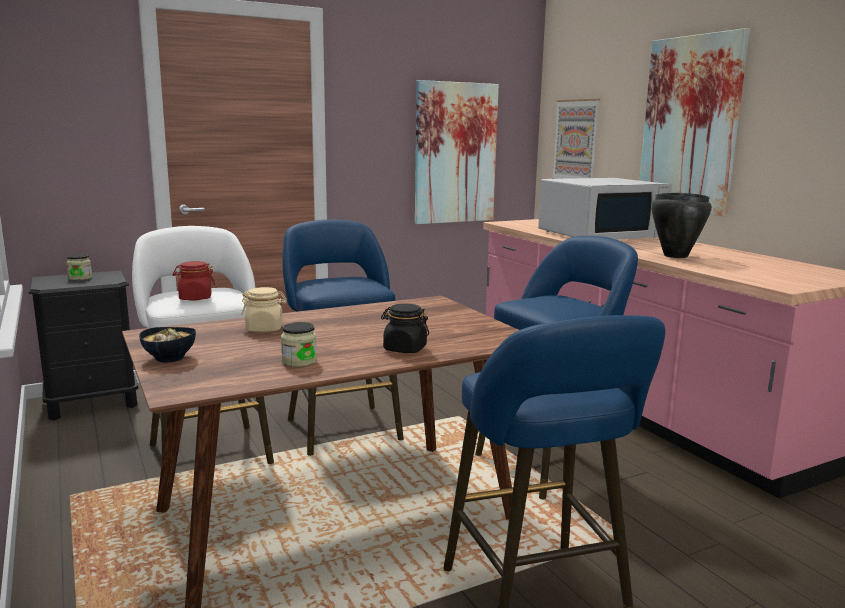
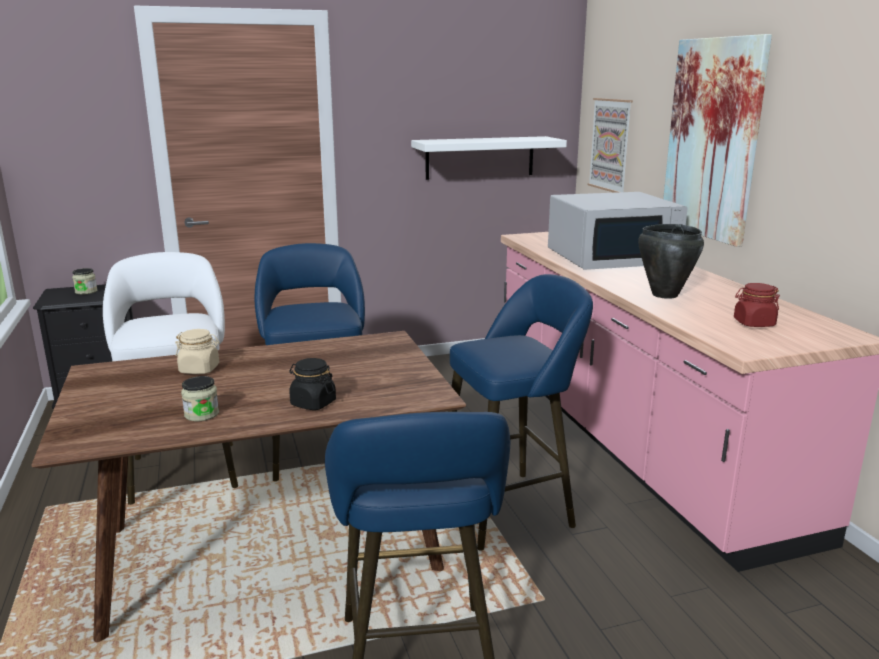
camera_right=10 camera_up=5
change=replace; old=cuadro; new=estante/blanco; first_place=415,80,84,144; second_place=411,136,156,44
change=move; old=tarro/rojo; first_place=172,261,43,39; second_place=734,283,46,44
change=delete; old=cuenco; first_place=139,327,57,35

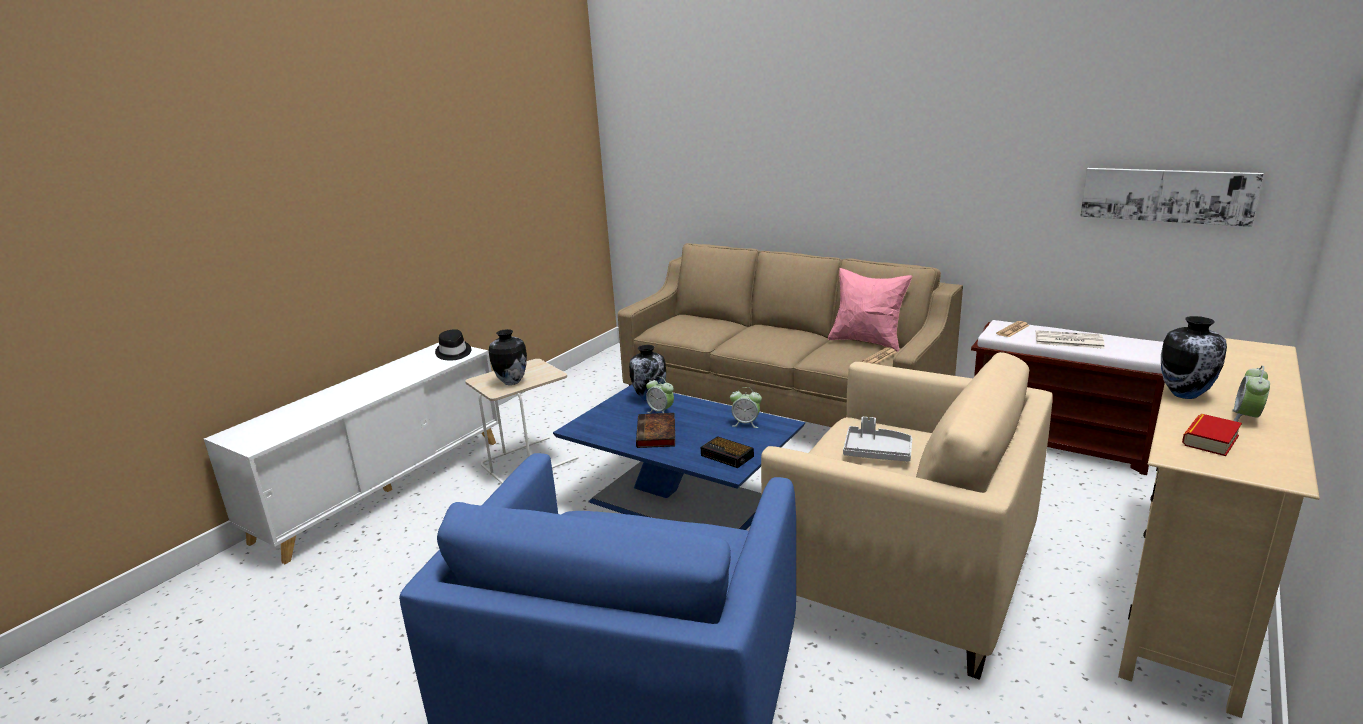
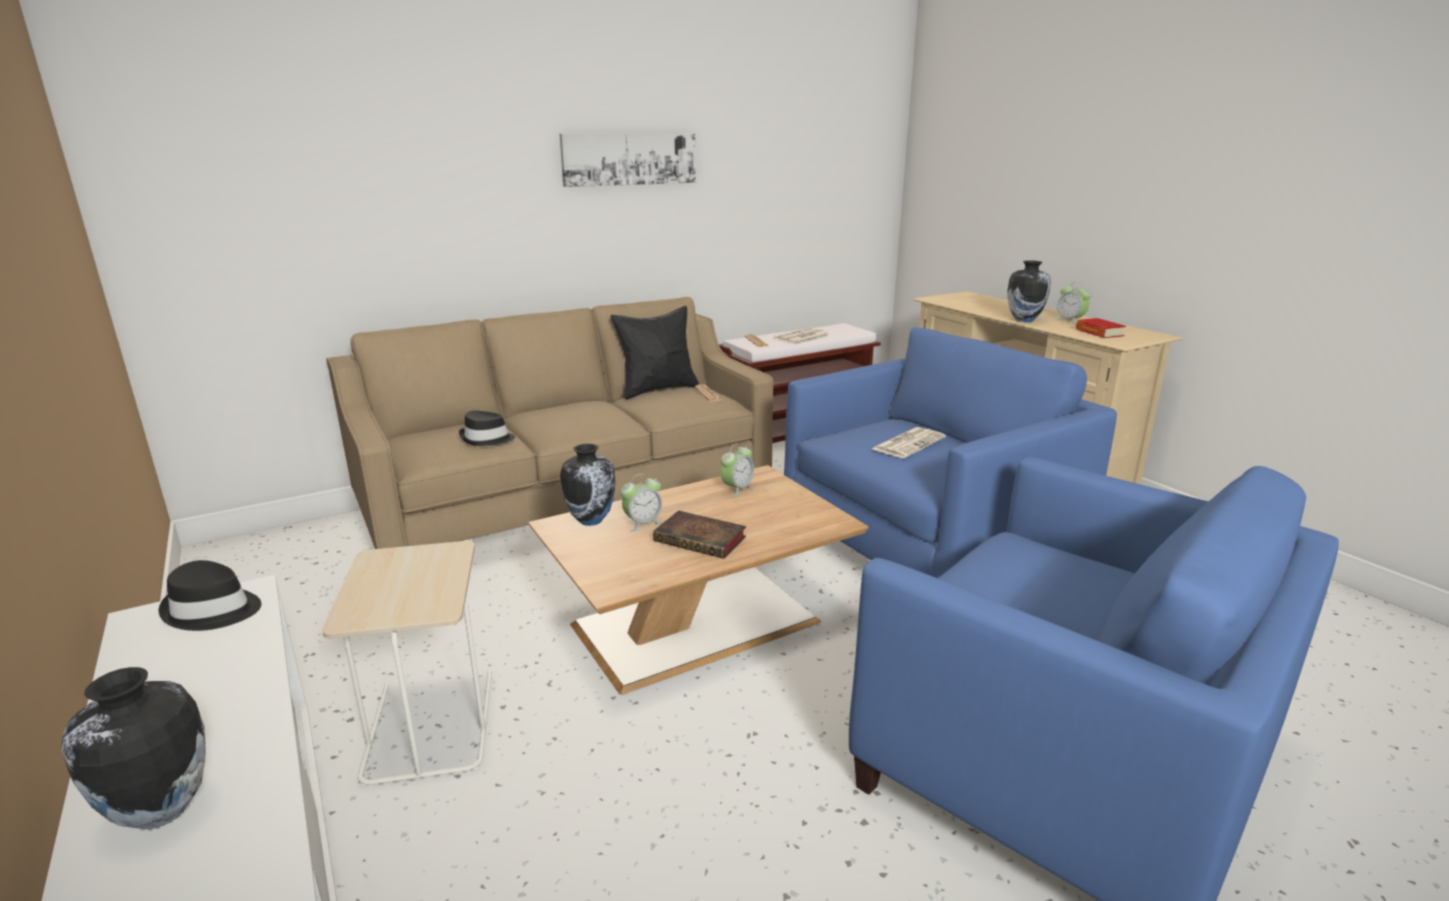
camera_right=-65 camera_up=0
change=move; old=florero; first_place=489,329,38,56; second_place=62,667,144,162
change=insert; new=sombrero/negro; second_place=459,411,56,35
change=recolor; old=mesa de centro/azul; new=mesa de centro/marrón; first_place=553,385,252,145; second_place=528,465,341,230
change=move; old=cuadro; first_place=1080,168,183,59; second_place=559,134,137,53
change=recolor; old=cojín/rosa; new=cojín/negro; first_place=828,268,84,84; second_place=610,306,89,94
change=recolor; old=sillón/beis; new=sillón/azul; first_place=761,352,292,328; second_place=784,327,333,251
change=replace; old=bandeja/gris; new=periódico; first_place=843,417,69,45; second_place=872,427,74,31
change=delete; old=despertador; first_place=701,436,53,32

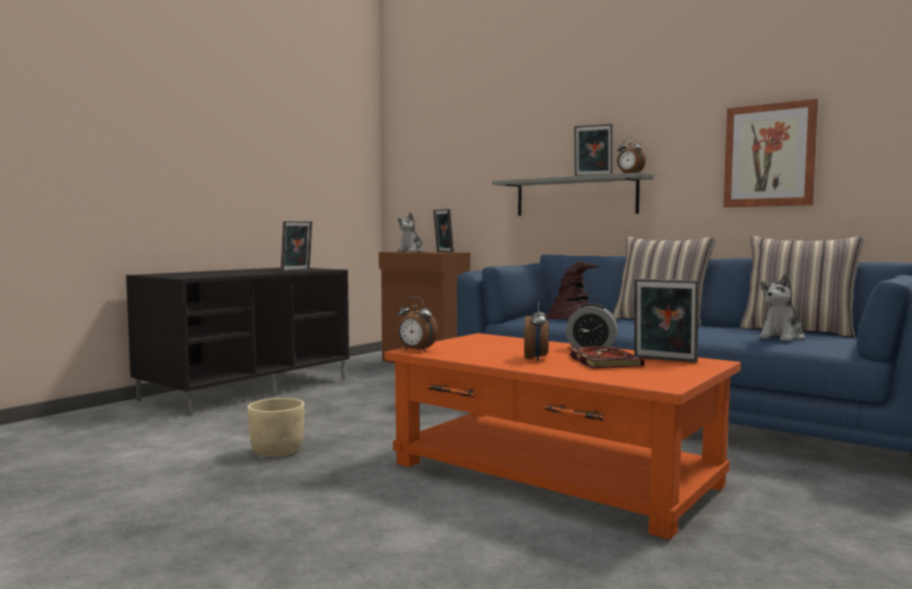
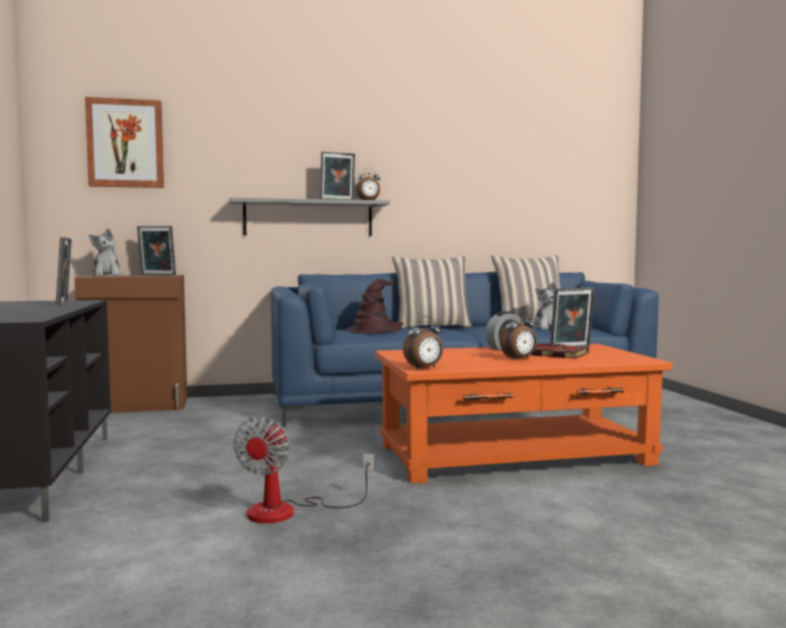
camera_right=-50 camera_up=0
change=move; old=cuadro; first_place=724,99,94,108; second_place=85,97,79,91
change=replace; old=maceta/beis; new=ventilador; first_place=247,398,57,59; second_place=233,416,141,107
change=rotate; old=despertador; first_place=524,301,25,60; second_place=500,311,37,49; degrees=105

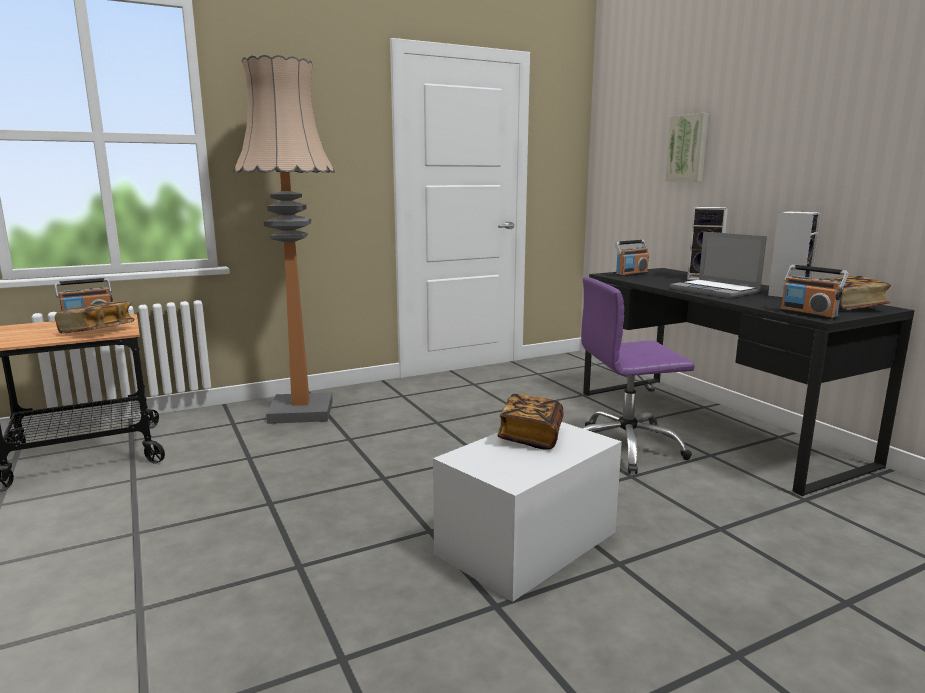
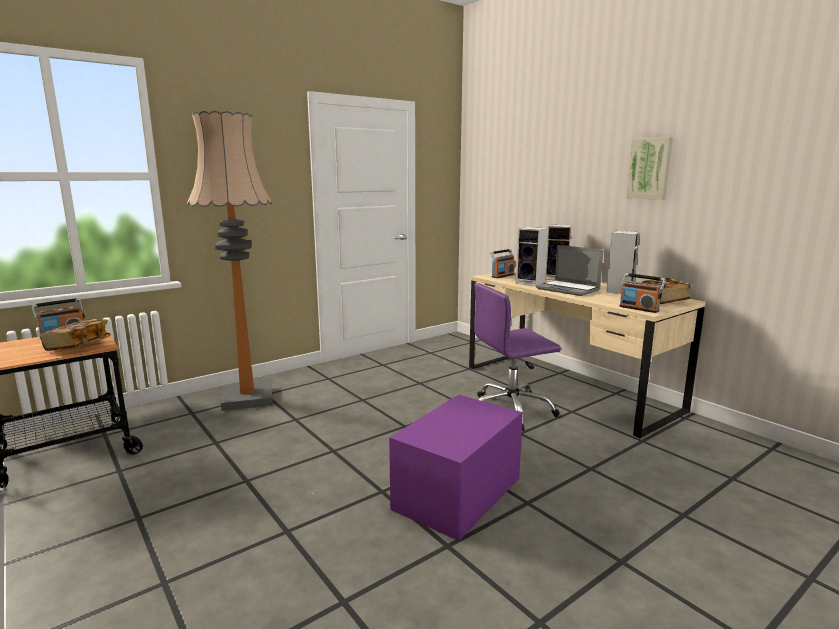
camera_right=-10 camera_up=0
change=recolor; old=caja de almacenaje/blanco; new=caja de almacenaje/morado; first_place=433,422,189,180; second_place=389,394,134,147
change=recolor; old=escritorio/negro; new=escritorio/beis; first_place=583,268,332,228; second_place=469,270,237,169
change=insert; new=altavoz; second_place=515,227,33,59
change=move; old=cuadro; first_place=665,113,43,69; second_place=626,137,47,63
change=delete; old=libro; first_place=497,394,67,56

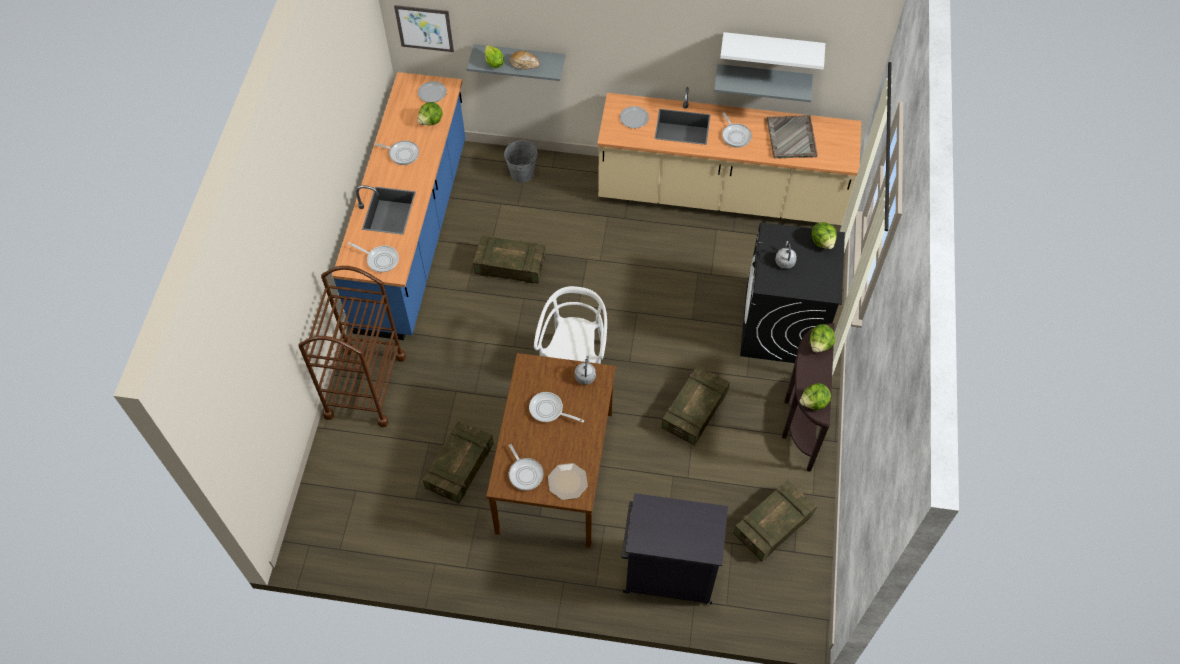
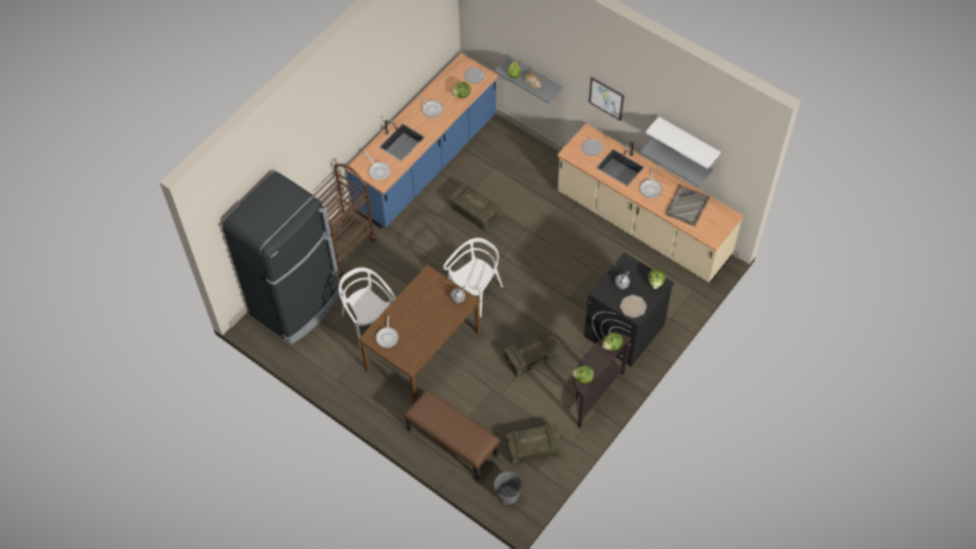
camera_right=30 camera_up=0
change=insert; new=nevera/negro; second_place=223,172,117,172
change=replace; old=caja de embalaje; new=silla/blanco; first_place=423,420,70,84; second_place=339,267,57,80
change=replace; old=armario/negro; new=banco/marrón; first_place=622,493,106,112; second_place=404,389,96,91
change=move; old=cubo/gris; first_place=504,140,34,43; second_place=494,472,28,33
change=move; old=cuadro; first_place=394,5,60,47; second_place=588,77,36,44
change=move; old=plato; first_place=548,463,40,37; second_place=620,295,27,23
change=delete; old=sartén; first_place=529,392,55,31

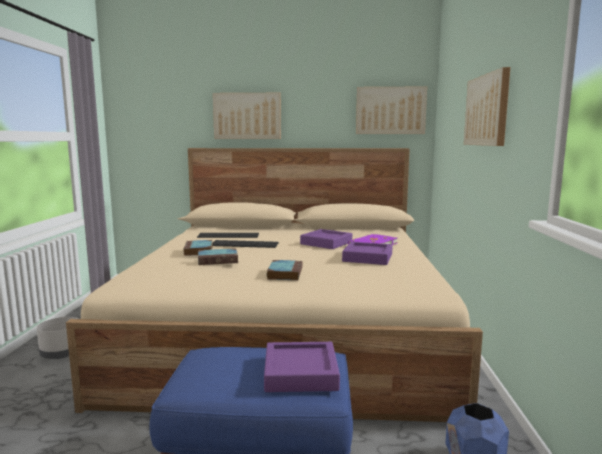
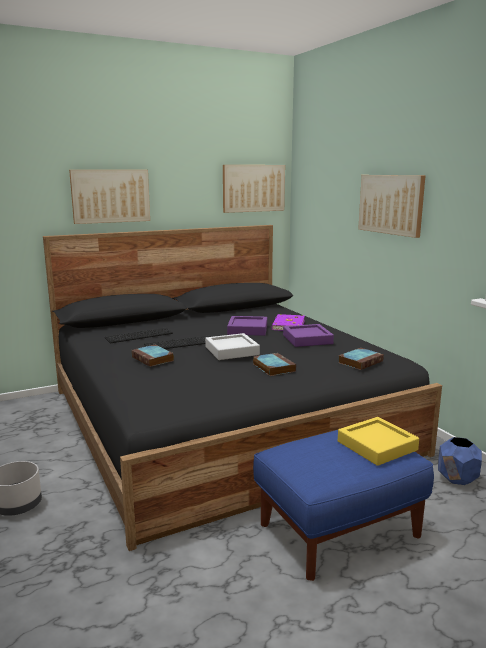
camera_right=-30 camera_up=5
change=recolor; old=cama/beis; new=cama/negro; first_place=66,148,417,274; second_place=43,225,399,326
change=insert; new=bandeja/gris; second_place=205,333,55,27
change=recolor; old=bandeja/morado; new=bandeja/amarillo; first_place=264,342,76,50; second_place=338,417,81,49
change=move; old=libro; first_place=198,248,40,17; second_place=339,348,45,22

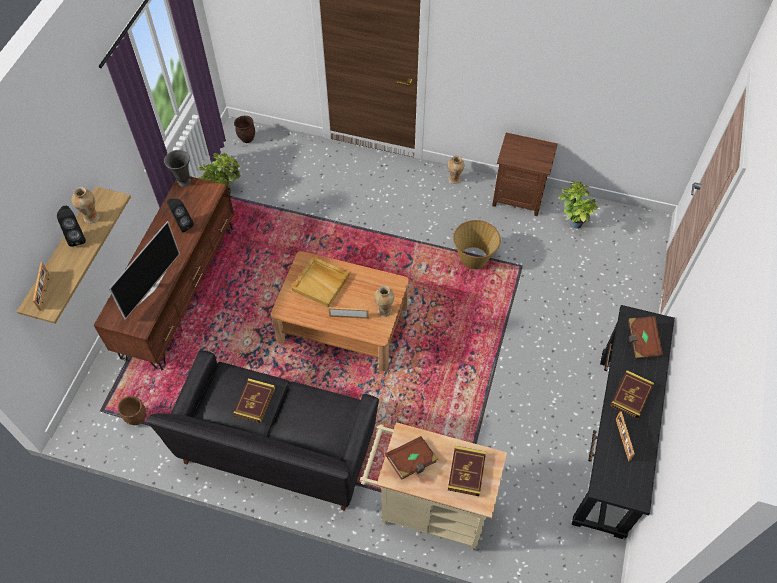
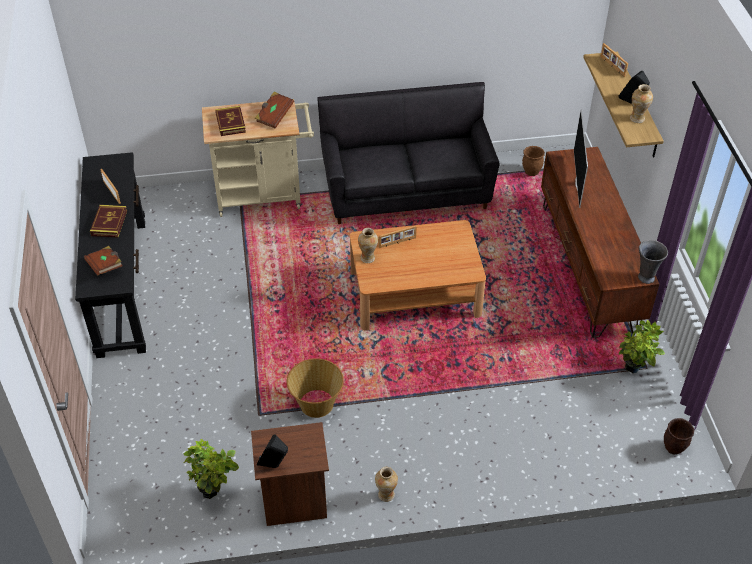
camera_right=155 camera_up=-10
change=move; old=altavoz/negro; first_place=167,199,27,33; second_place=257,434,31,34
change=delete; old=libro; first_place=233,378,42,45
change=delete; old=bandeja/beis; first_place=291,257,59,50

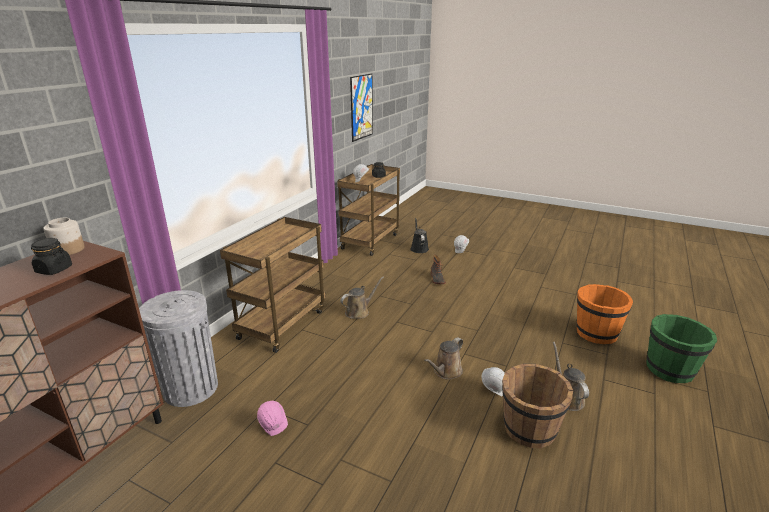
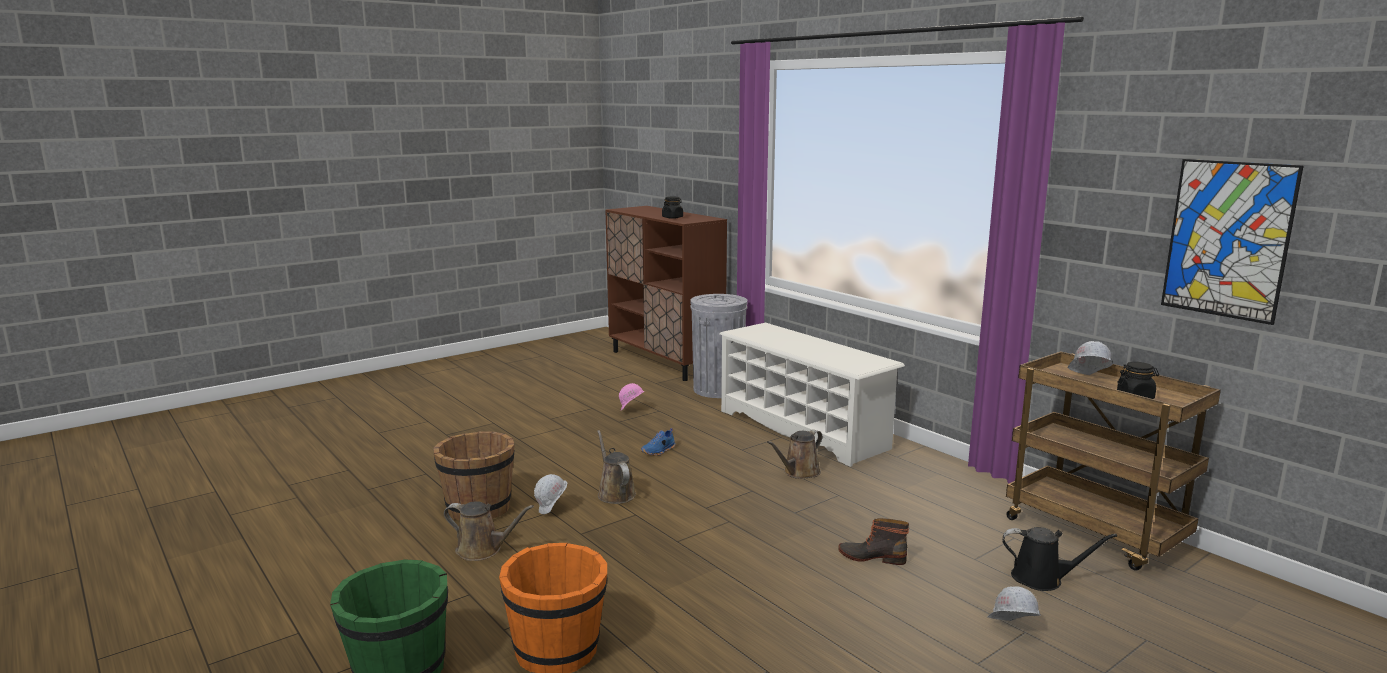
camera_right=115 camera_up=-10
change=insert; new=zapato/azul; second_place=641,428,34,28
change=replace; old=carrito/marrón; new=zapatero/blanco; first_place=220,217,106,136; second_place=719,323,186,144
change=rotate; old=regadera/marrón; first_place=341,276,43,43; second_place=767,430,55,49; degrees=60
change=delete; old=tarro; first_place=43,218,42,37

